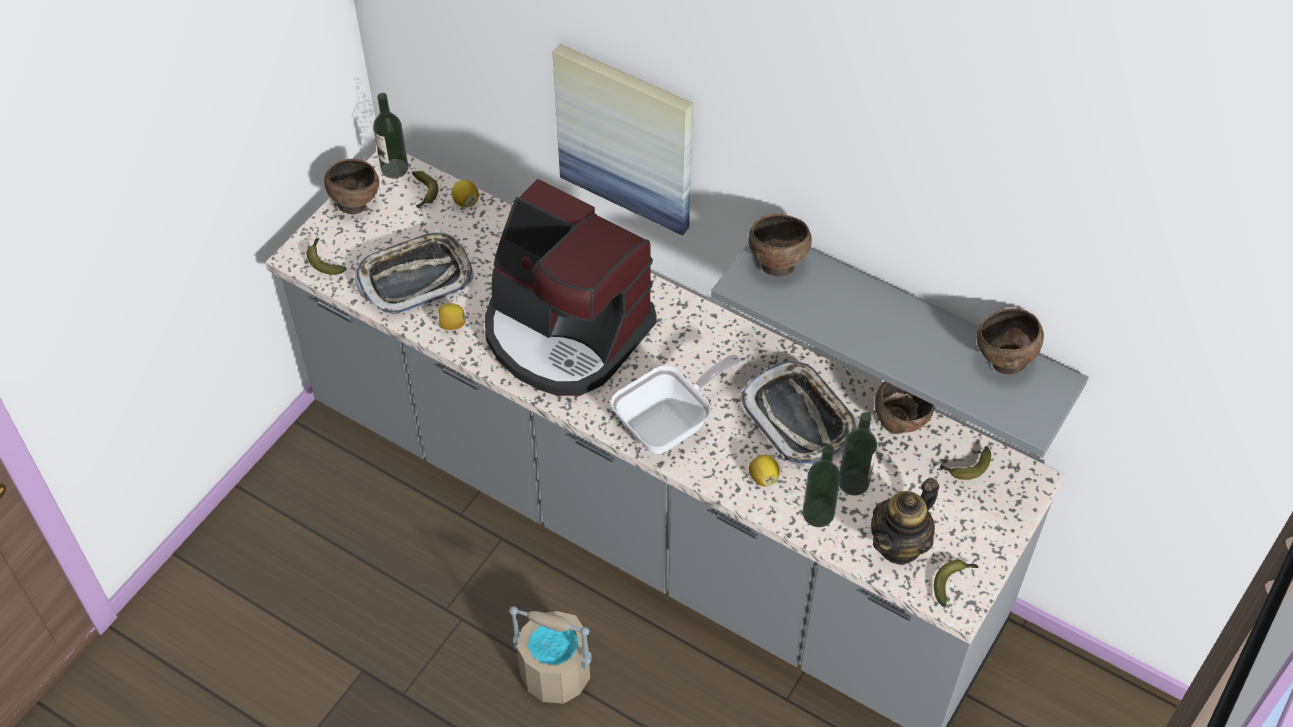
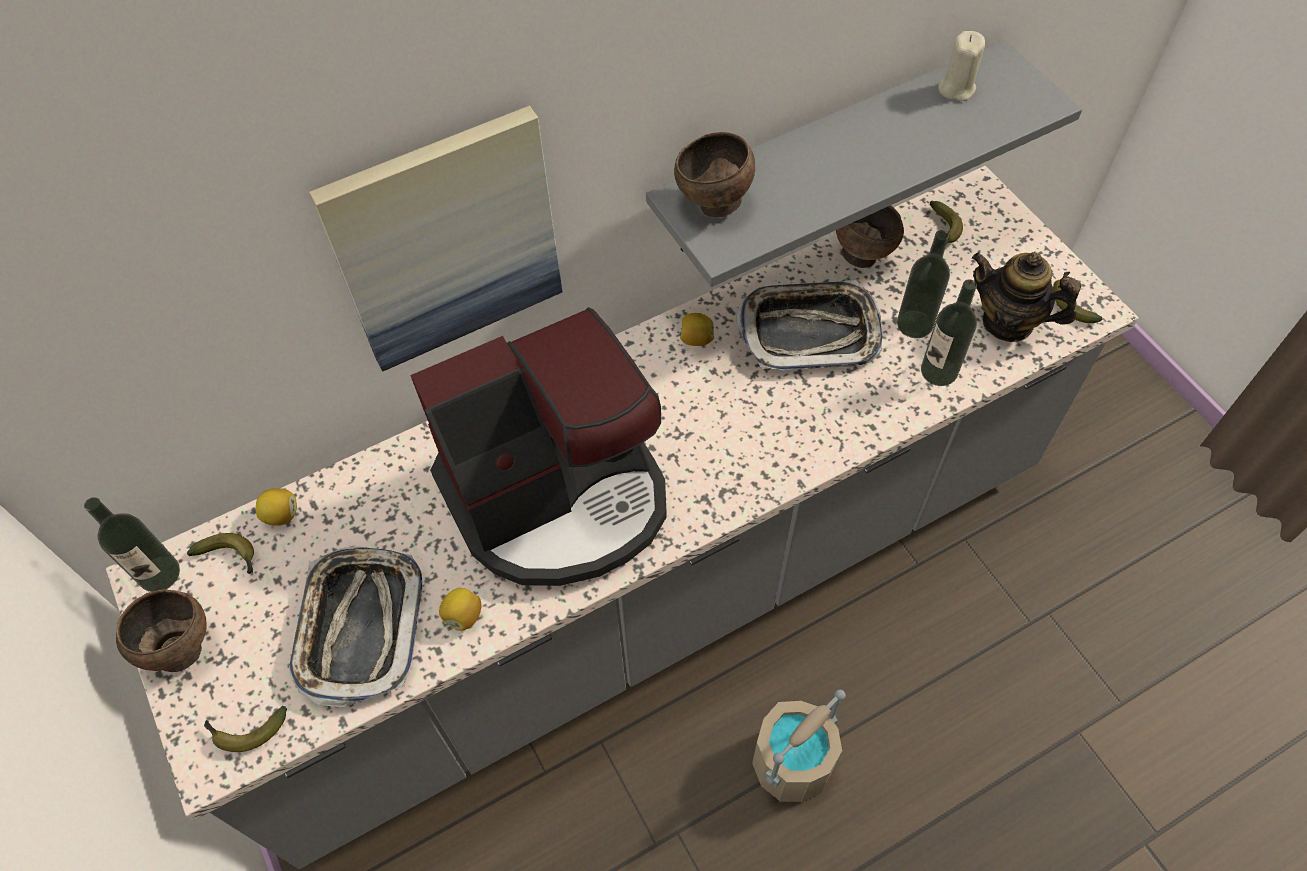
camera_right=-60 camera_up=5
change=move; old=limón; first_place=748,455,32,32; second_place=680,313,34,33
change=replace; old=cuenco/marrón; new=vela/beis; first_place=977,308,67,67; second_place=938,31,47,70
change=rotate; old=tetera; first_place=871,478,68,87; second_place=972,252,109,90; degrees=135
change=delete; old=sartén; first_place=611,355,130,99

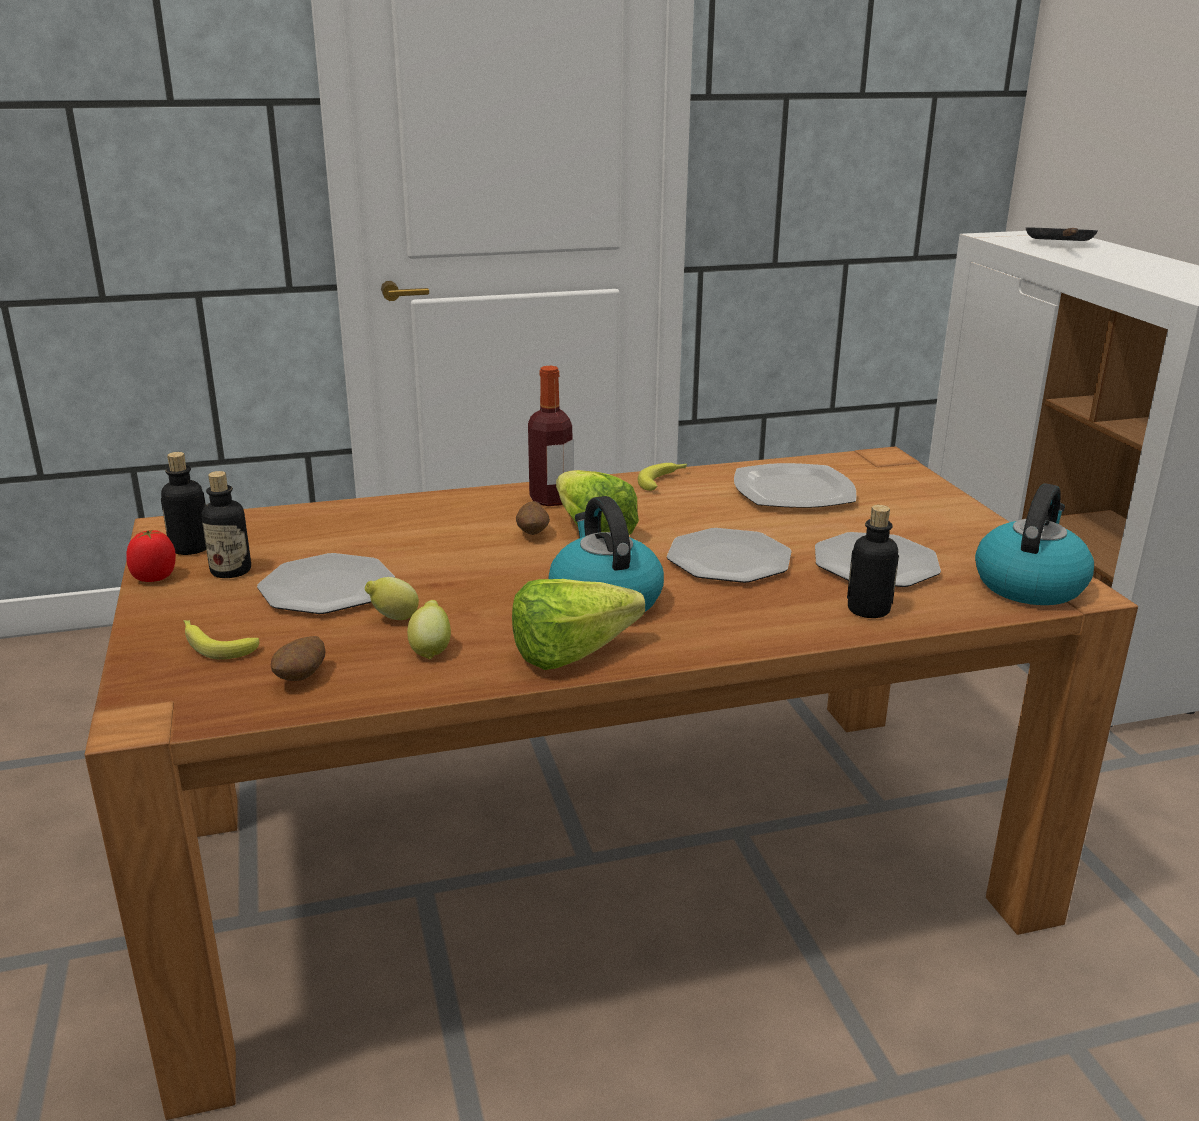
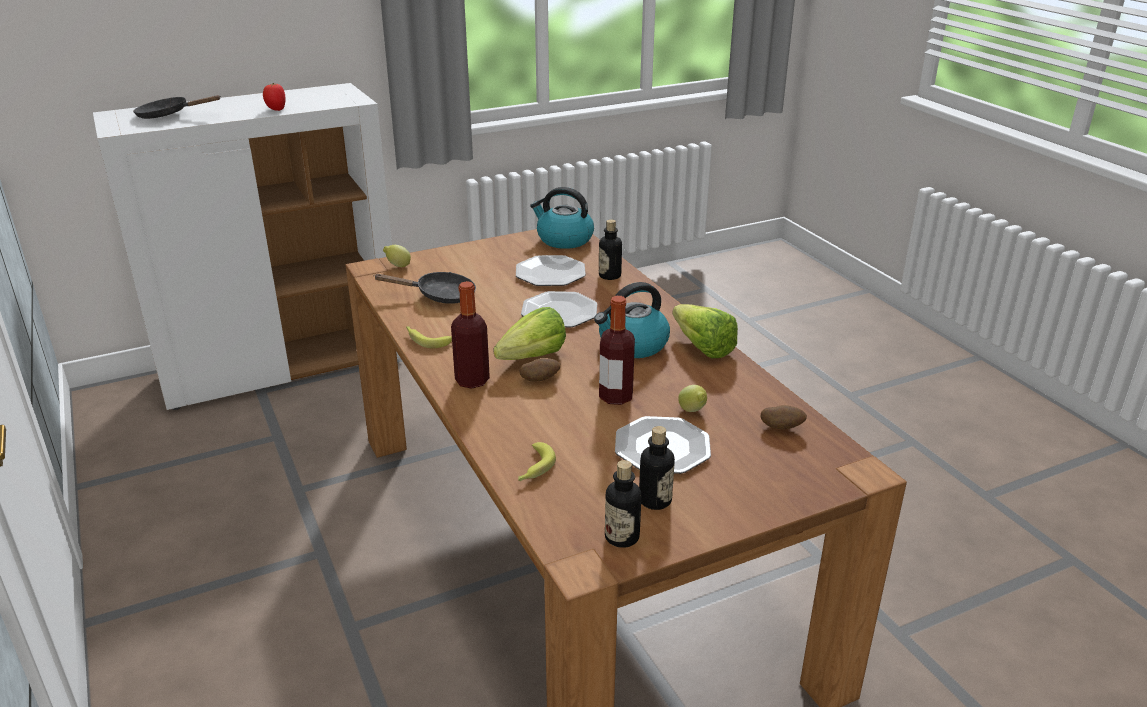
camera_right=-100 camera_up=5
change=move; old=tomate; first_place=126,530,50,52; second_place=263,83,23,28
change=replace; old=plato; new=sartén/negro; first_place=734,463,122,45; second_place=373,272,103,32
change=move; old=limón; first_place=407,600,44,59; second_place=383,245,28,22
change=move; old=plátano; first_place=183,620,76,40; second_place=518,442,38,39
change=insert; new=botella; second_place=599,296,36,109

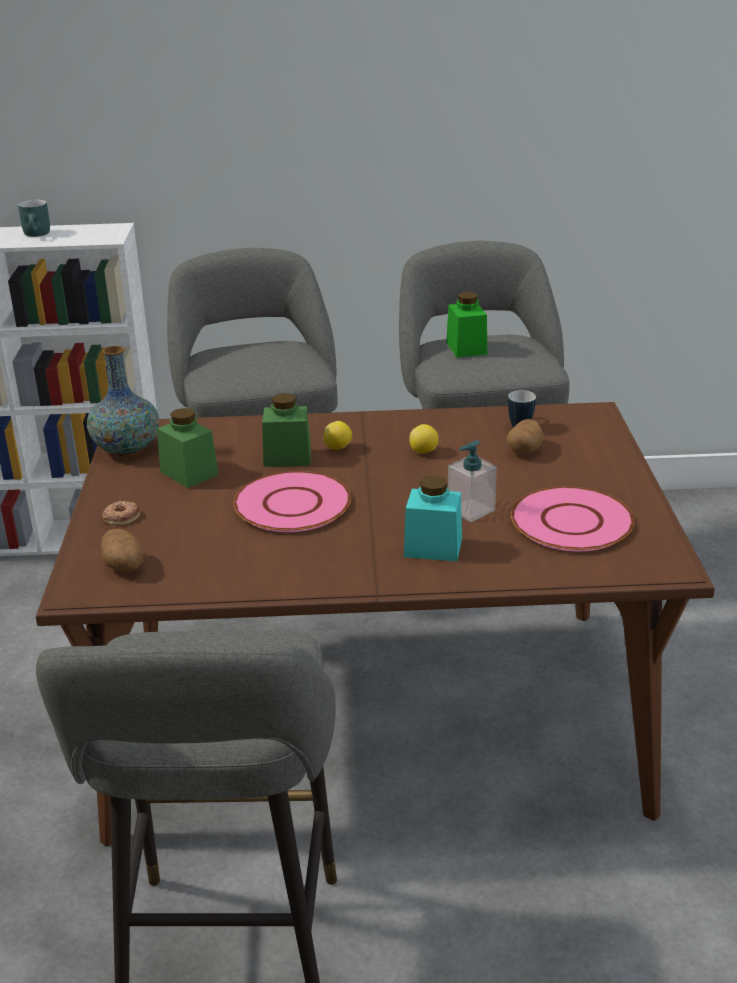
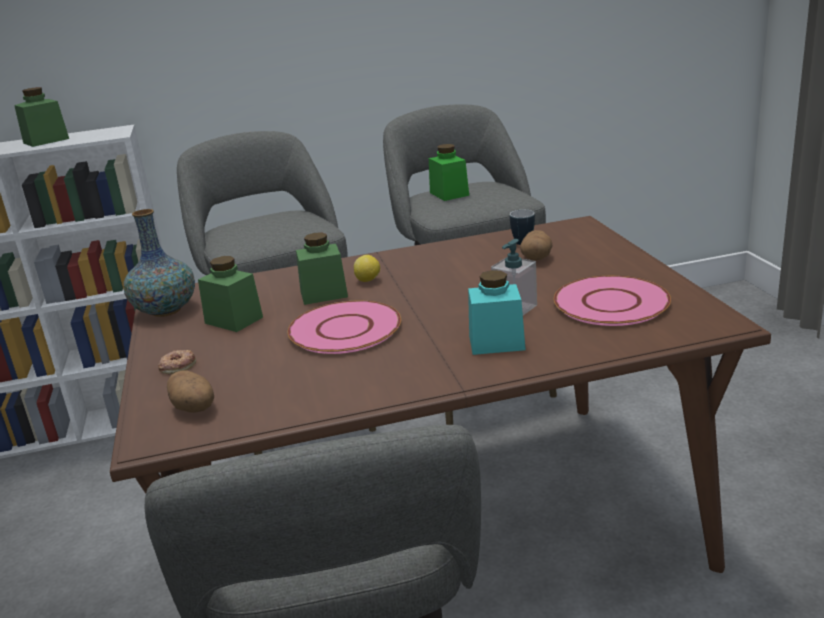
camera_right=-10 camera_up=-5
change=replace; old=taza grande/turquesa; new=tarro/verde; first_place=18,200,32,37; second_place=14,87,55,60
change=delete; old=limón; first_place=409,424,30,30

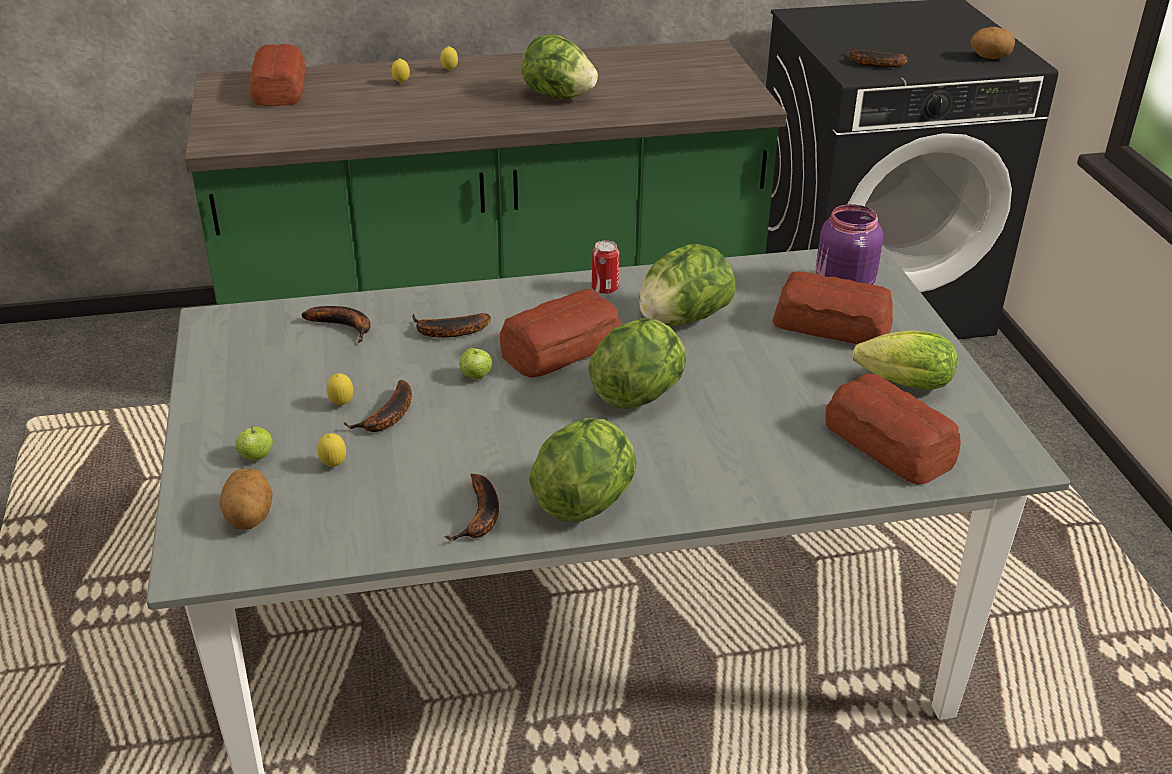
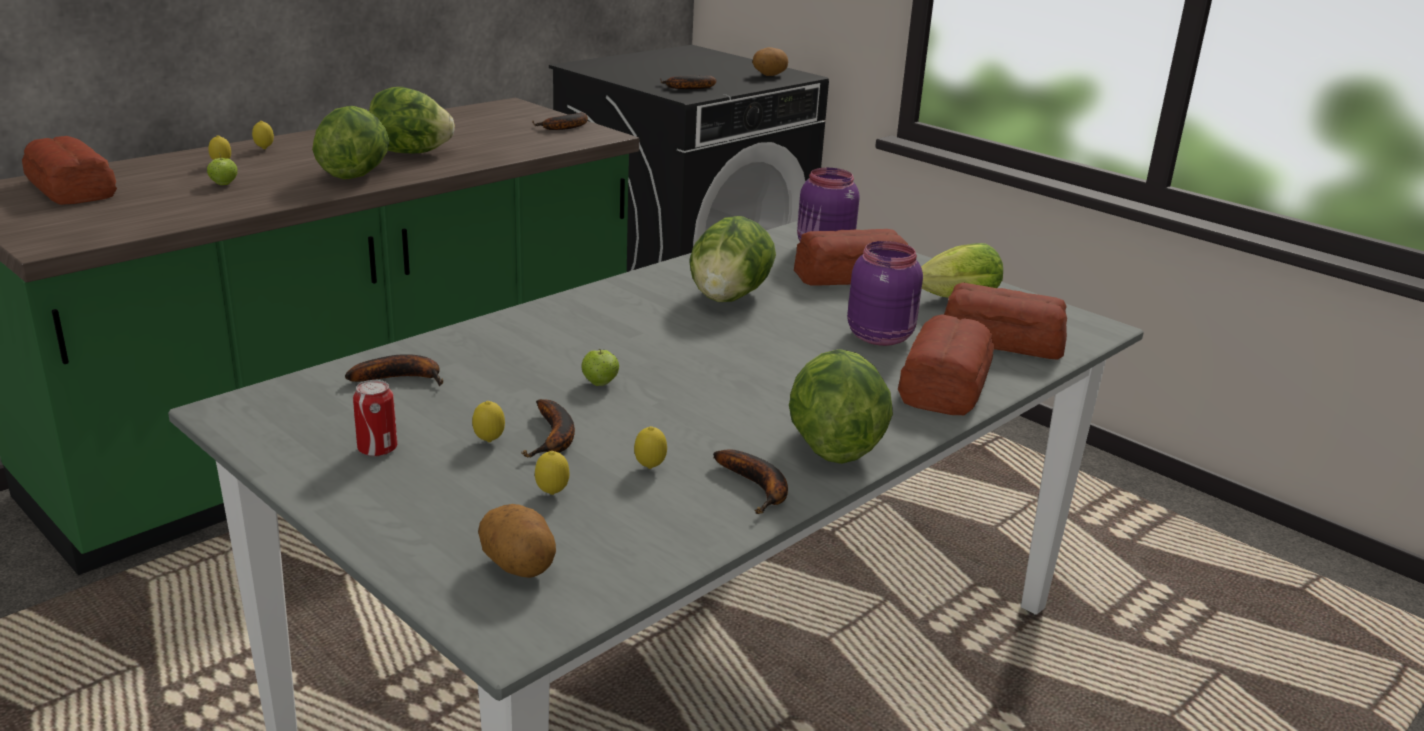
camera_right=-35 camera_up=-10
change=move; old=manzana; first_place=236,422,37,38; second_place=207,152,31,33
change=move; old=lechuga; first_place=588,319,98,90; second_place=312,106,77,73
change=move; old=lata; first_place=592,240,27,54; second_place=353,380,44,77
change=move; old=plátano; first_place=413,313,78,25; second_place=532,112,56,18
change=insert; new=limón; second_place=634,426,33,43
change=insert; new=tarro/morado; second_place=847,241,76,105
change=move; old=pan; first_place=500,289,122,89; second_place=898,314,96,101

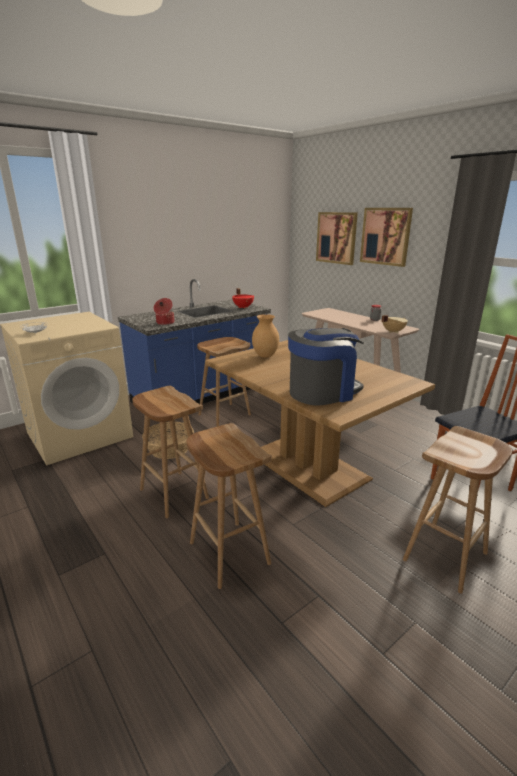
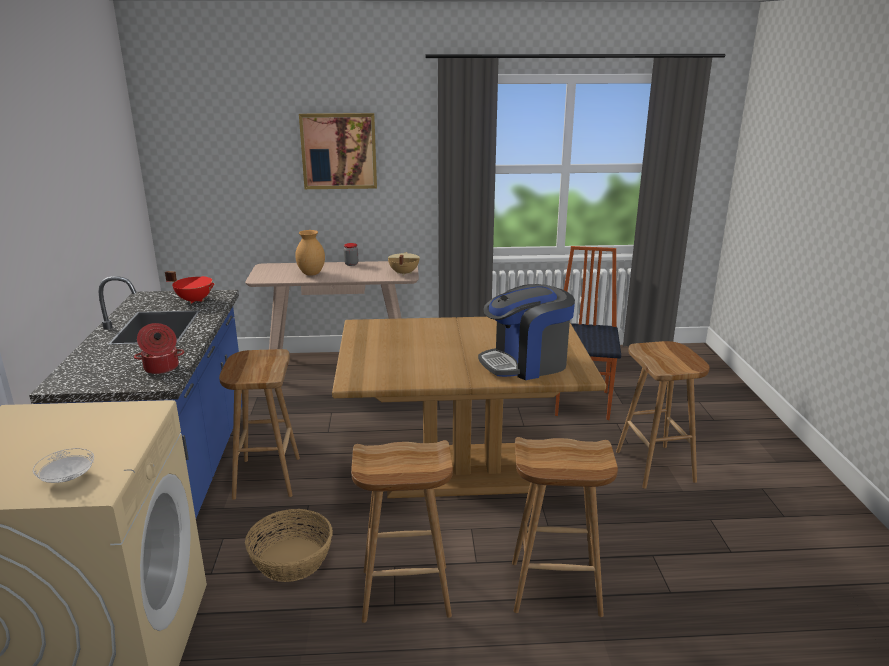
camera_right=-55 camera_up=0
change=move; old=florero/marrón; first_place=252,314,27,44; second_place=295,230,30,46
change=rotate; old=cafetera; first_place=288,328,76,78; second_place=478,284,97,96; degrees=-120
change=delete; old=cuadro; first_place=316,212,42,53

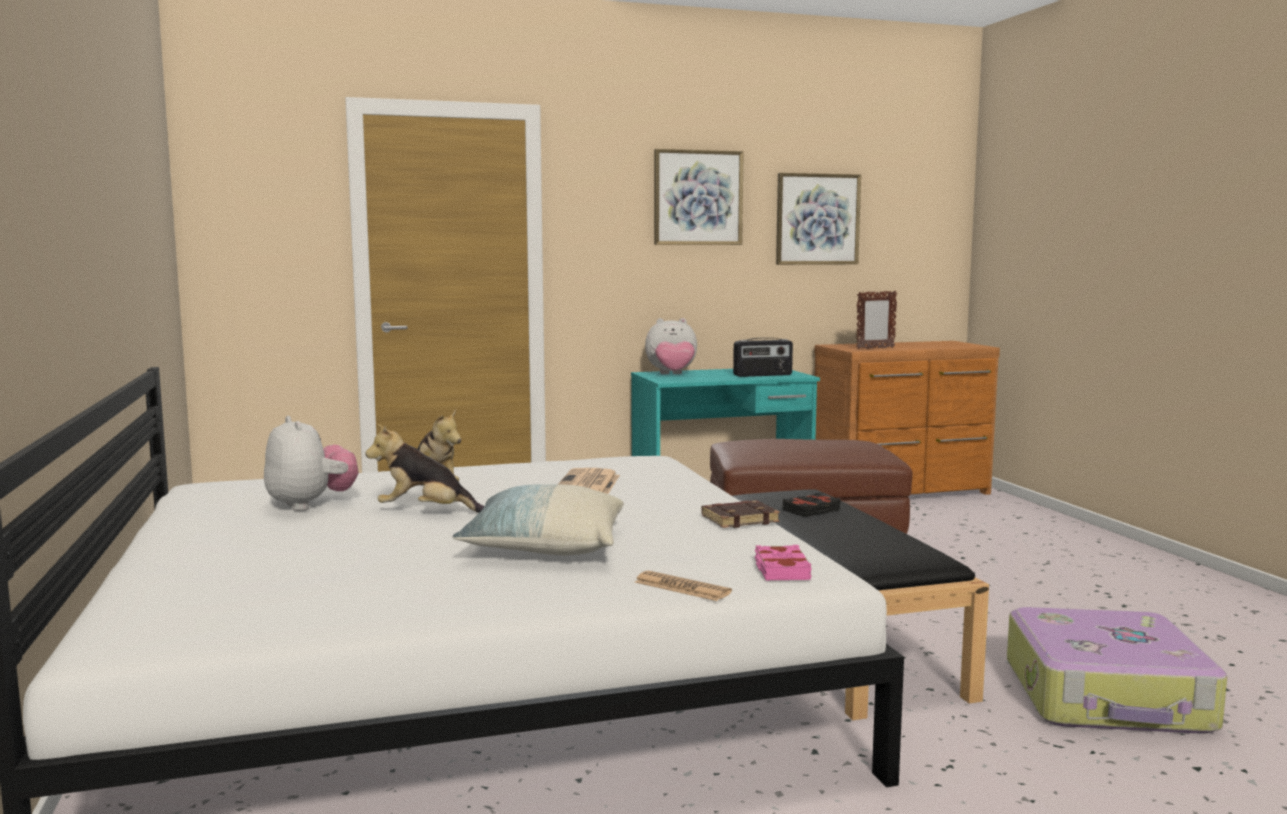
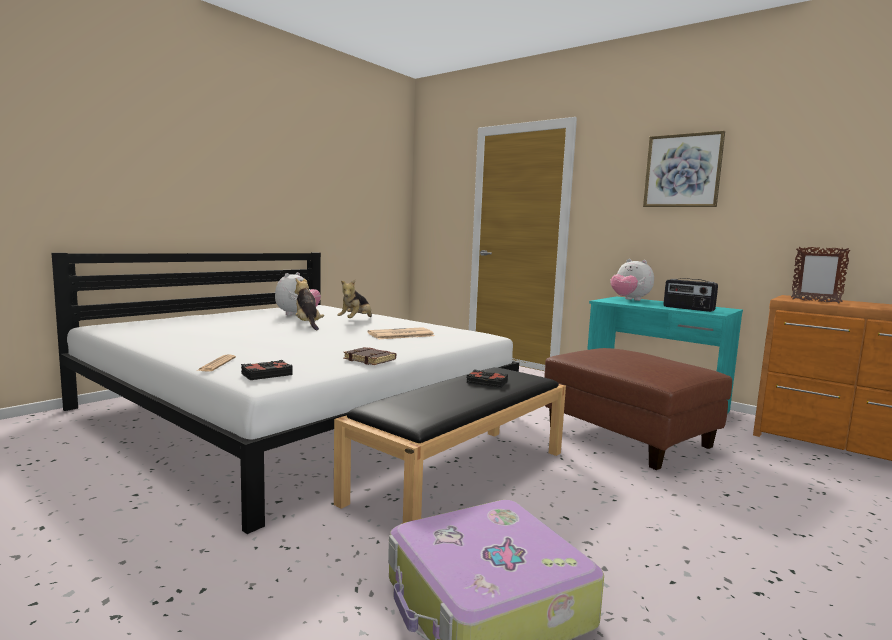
camera_right=55 camera_up=0
change=recolor; old=libro/rosa; new=libro/negro; first_place=755,545,57,35; second_place=241,360,52,20
change=delete; old=cojín; first_place=452,484,172,71
change=delete; old=cuadro; first_place=776,173,85,92

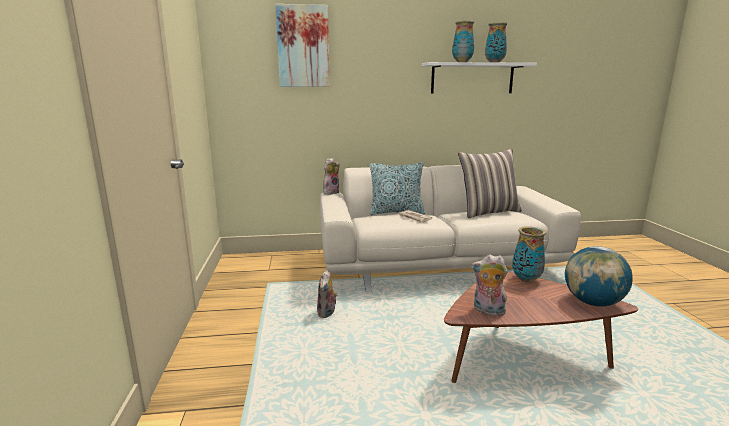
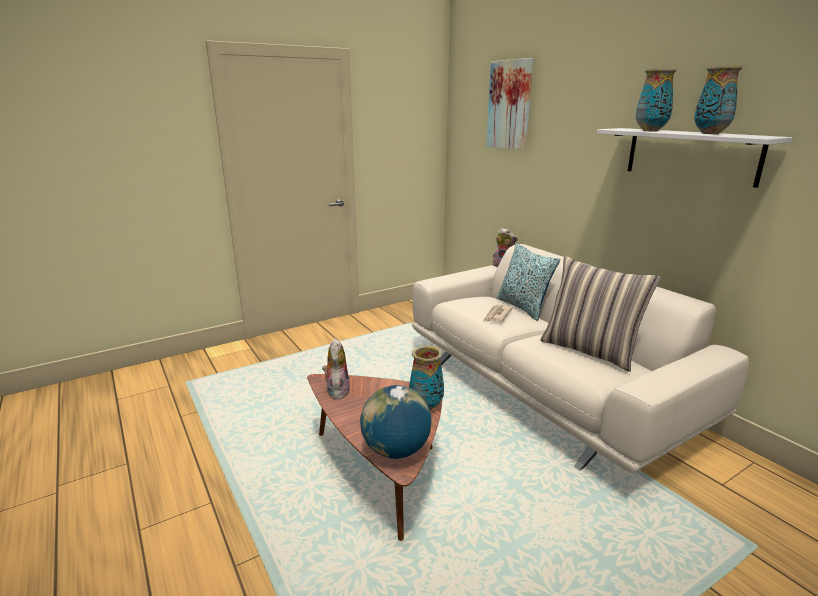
camera_right=65 camera_up=5
change=delete; old=peluche; first_place=317,270,20,48

